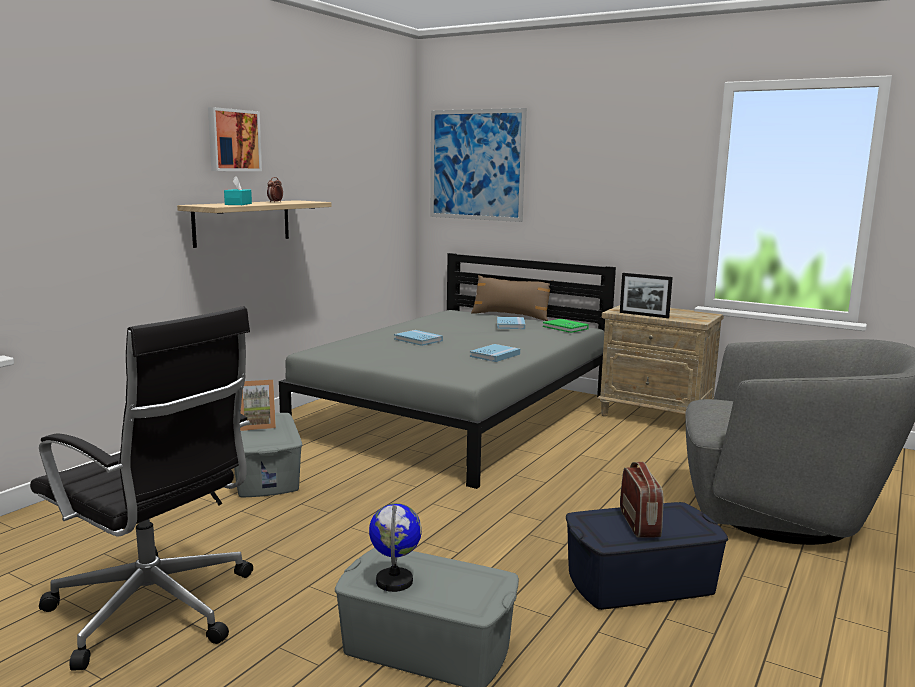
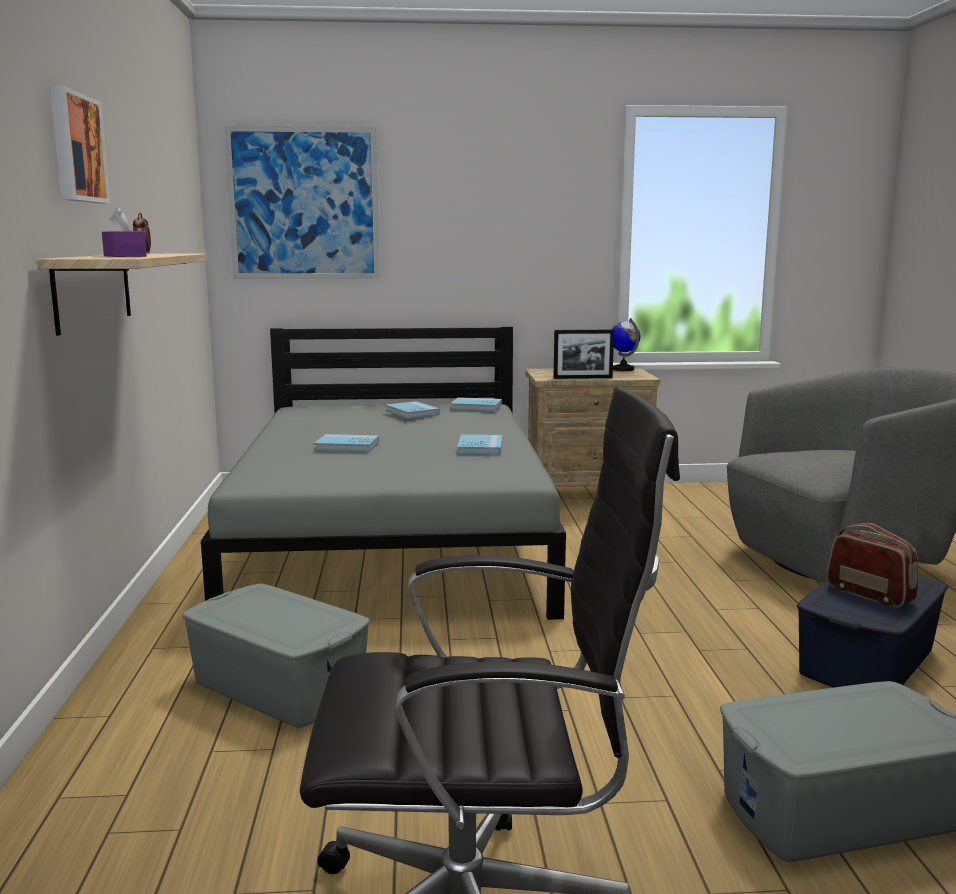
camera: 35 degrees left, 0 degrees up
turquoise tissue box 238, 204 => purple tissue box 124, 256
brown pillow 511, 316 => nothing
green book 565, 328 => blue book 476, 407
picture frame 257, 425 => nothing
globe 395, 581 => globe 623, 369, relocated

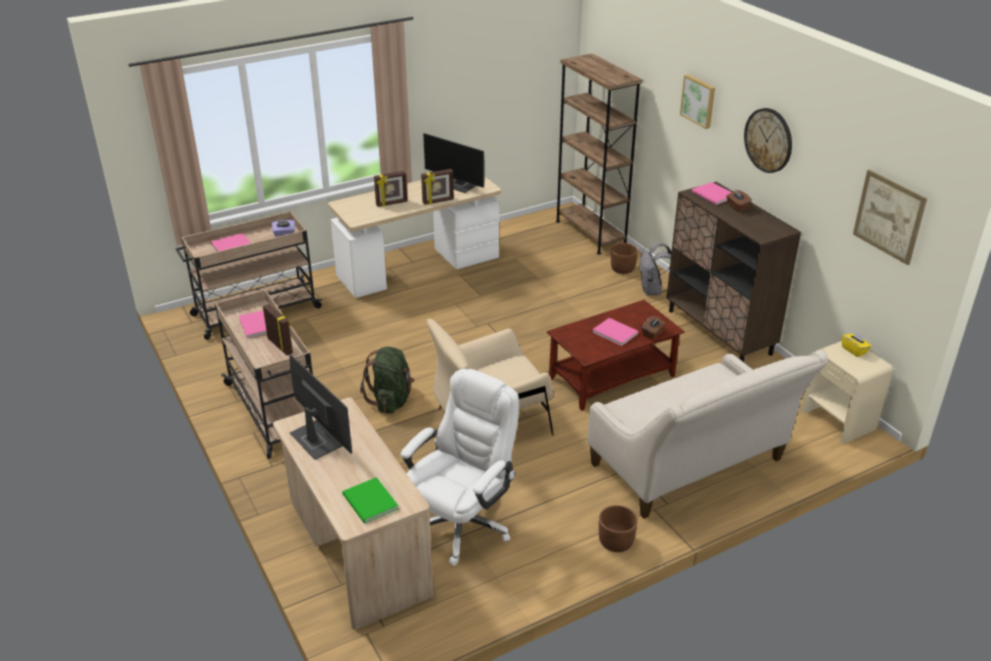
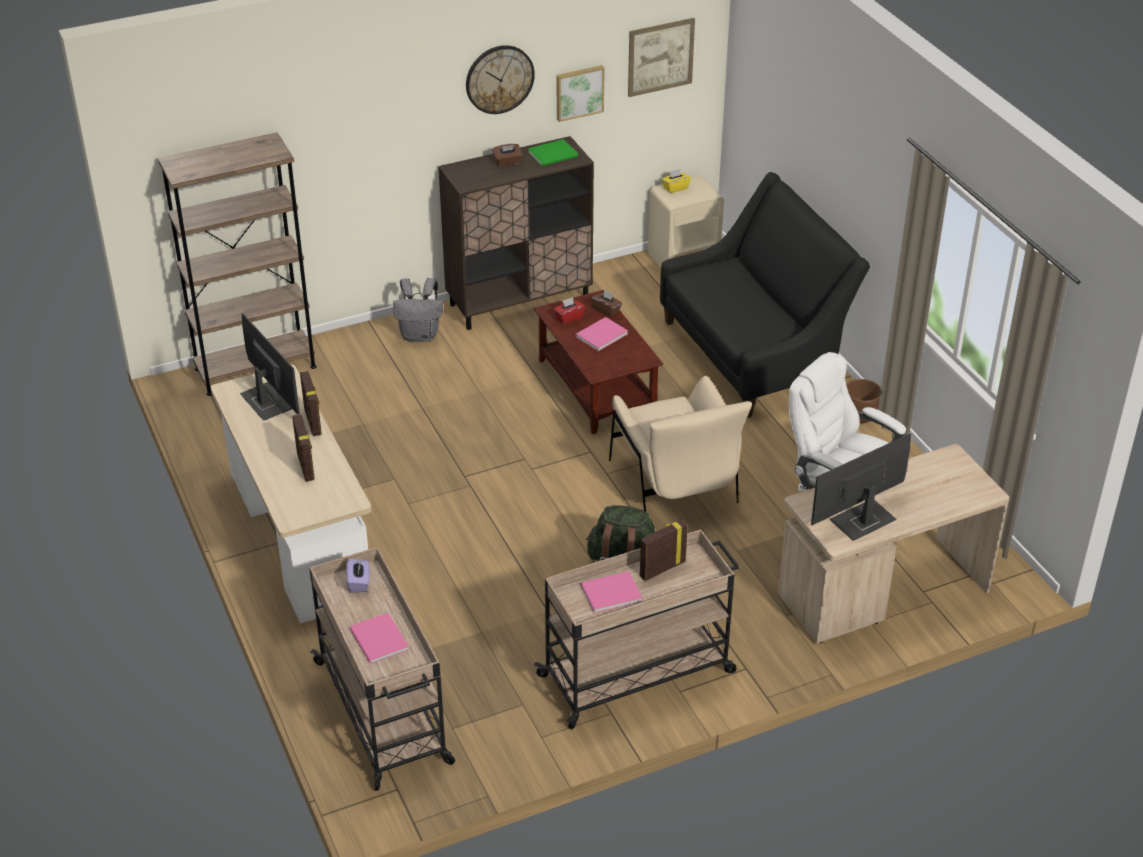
camera: 85 degrees left, 5 degrees up
picture 699, 101 => picture 579, 92, relocated
monitor 458, 185 => monitor 266, 401, 75 degrees counterclockwise
pink book 713, 195 => nothing
brown planter 623, 269 => nothing
beige sofa 692, 468 => black sofa 754, 354
green book 369, 503 => green book 554, 154, relocated
nothing => red tissue box 569, 317

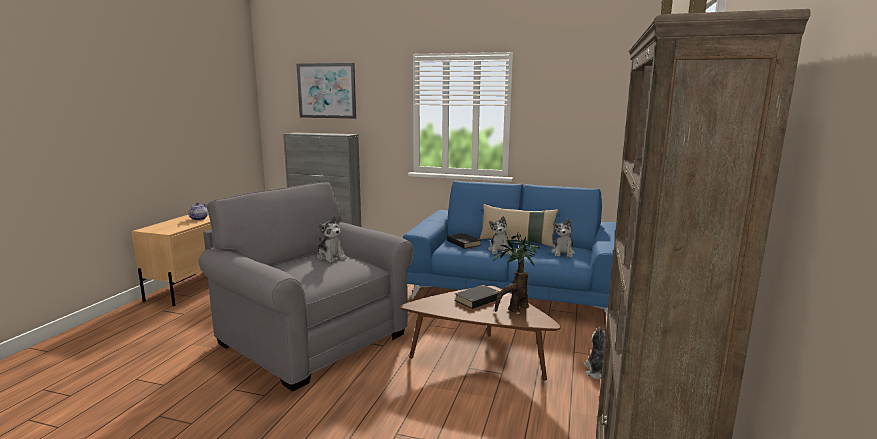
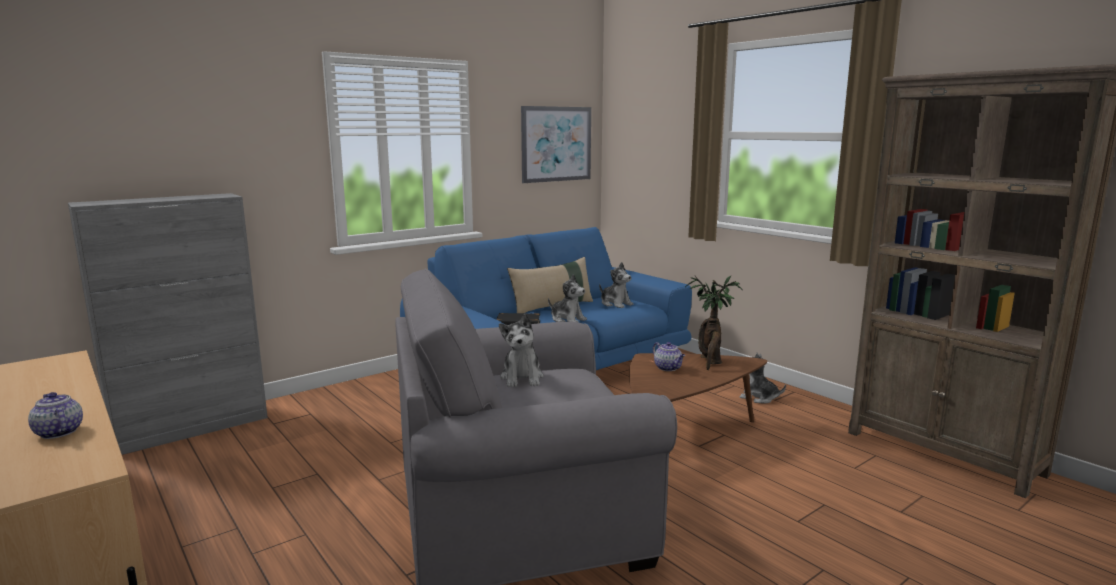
camera: 55 degrees left, 0 degrees up
picture 326, 91 => picture 556, 144, relocated
plush toy 331, 257 => plush toy 522, 378, 90 degrees clockwise
black book 478, 299 => teapot 668, 368

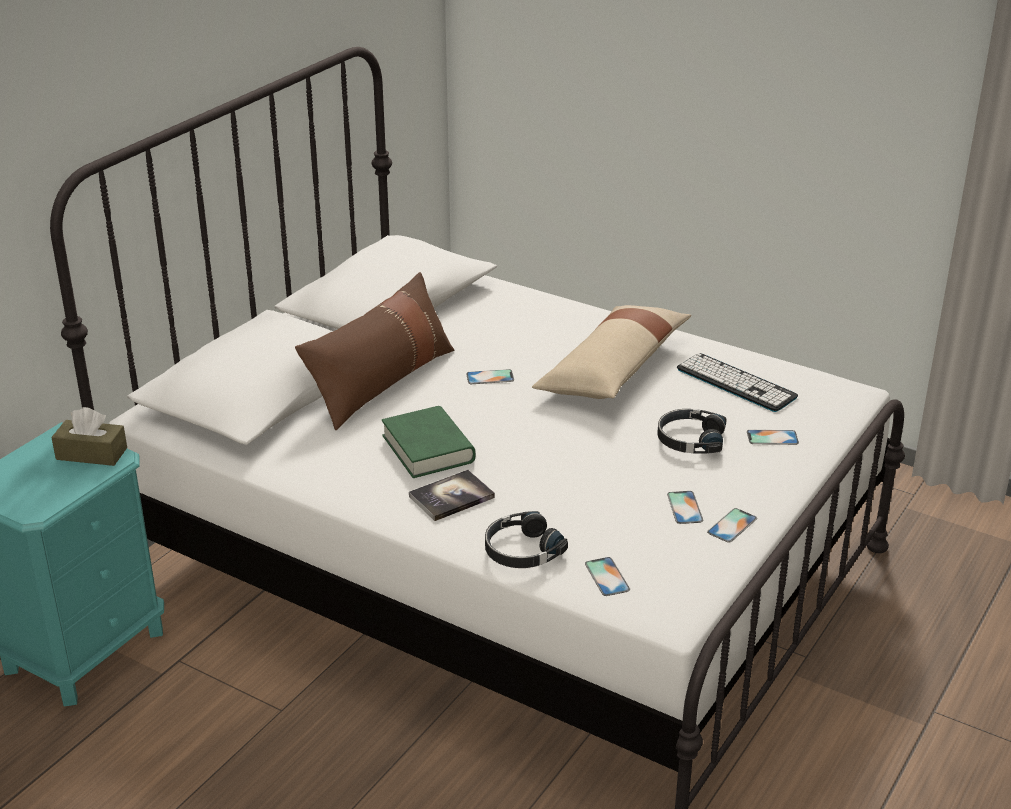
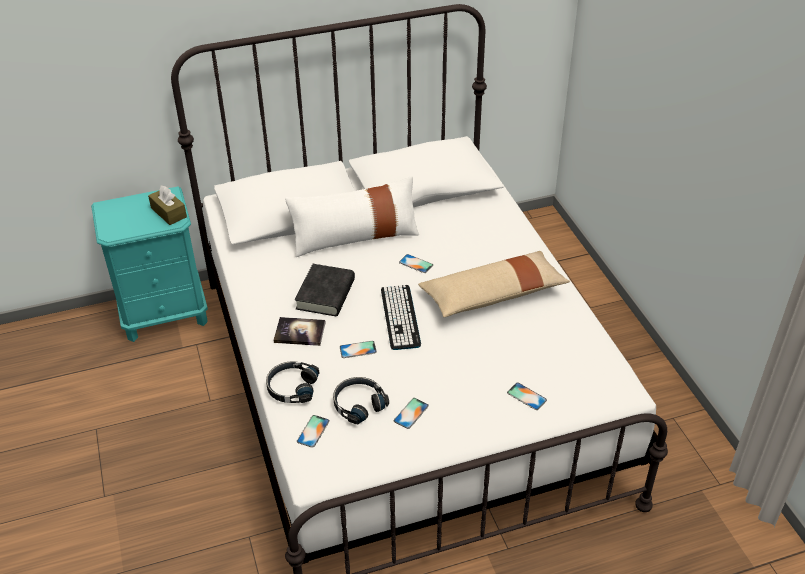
camera: 40 degrees right, 10 degrees up
brown pillow 381, 382 => white pillow 355, 237
keyboard 736, 383 => keyboard 400, 317, relocated
green book 428, 449 => black book 325, 294
black headphones 690, 440 => black headphones 358, 404, relocated
phone 732, 525 => phone 358, 349, relocated

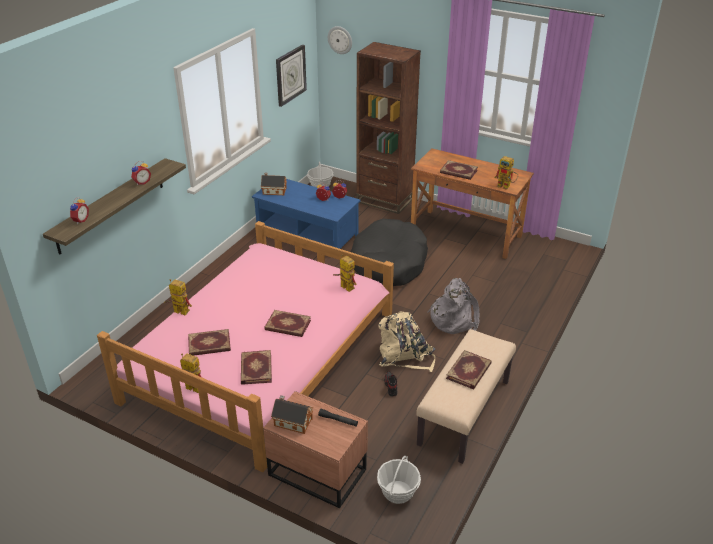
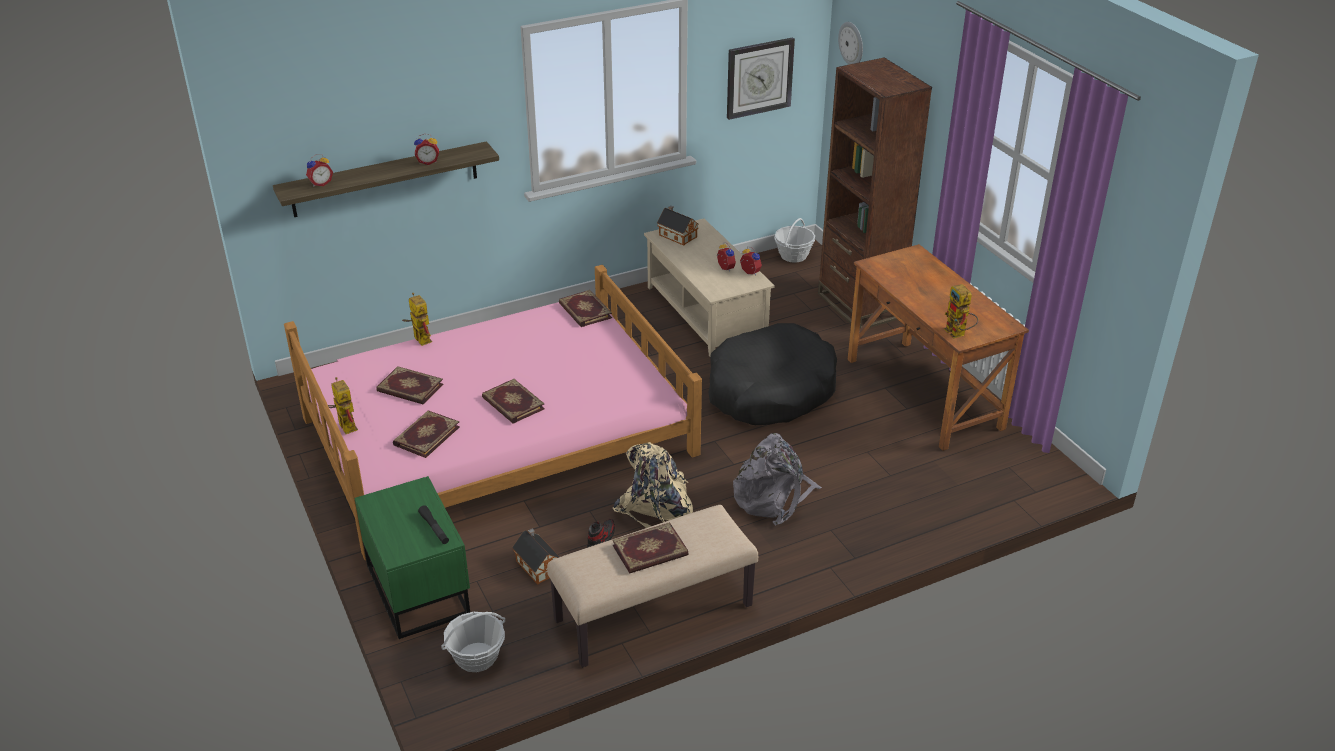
camera: 35 degrees right, 0 degrees up
book 458, 172 => book 584, 311, relocated
blue coffee table 307, 235 => beige coffee table 704, 314
toy robot 344, 286 => nothing
brown nightstand 317, 470 => green nightstand 419, 588
toy house 292, 421 => toy house 537, 565, relocated

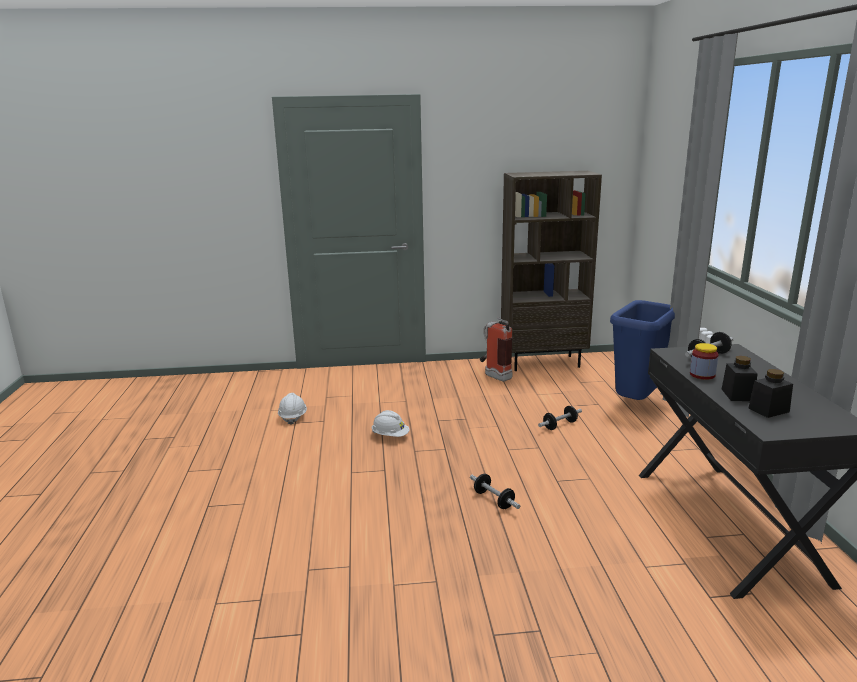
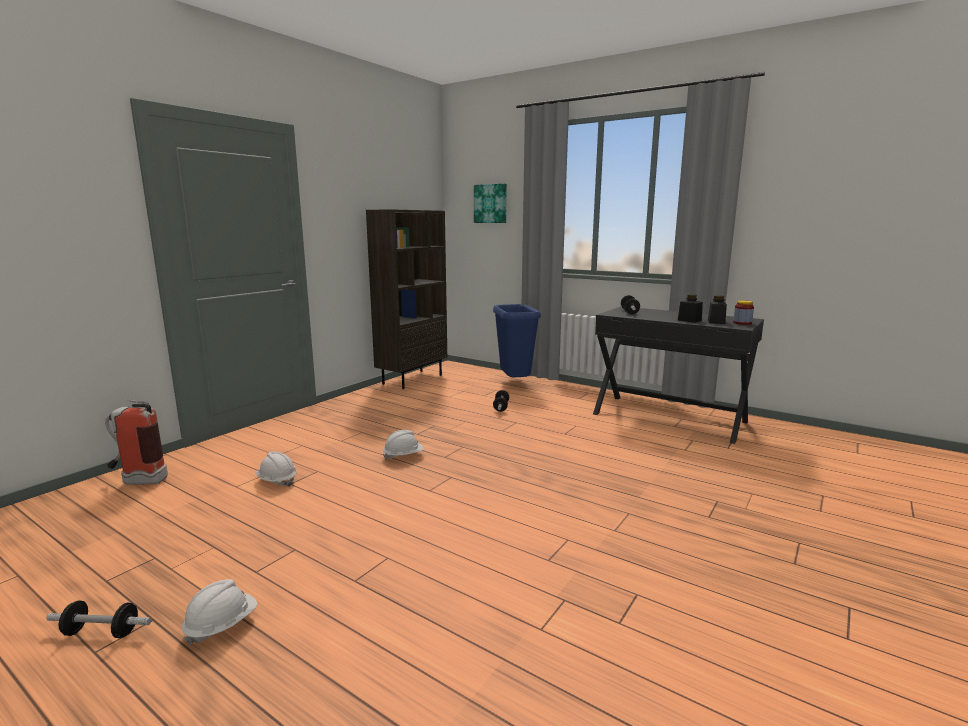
camera: 50 degrees left, 5 degrees down
fire extinguisher 494, 376 => fire extinguisher 138, 481, relocated
jar 702, 375 => jar 742, 323, relocated
dumbbell 493, 500 => dumbbell 102, 632, relocated
nothing => picture 491, 203
nothing => white hard hat 221, 626

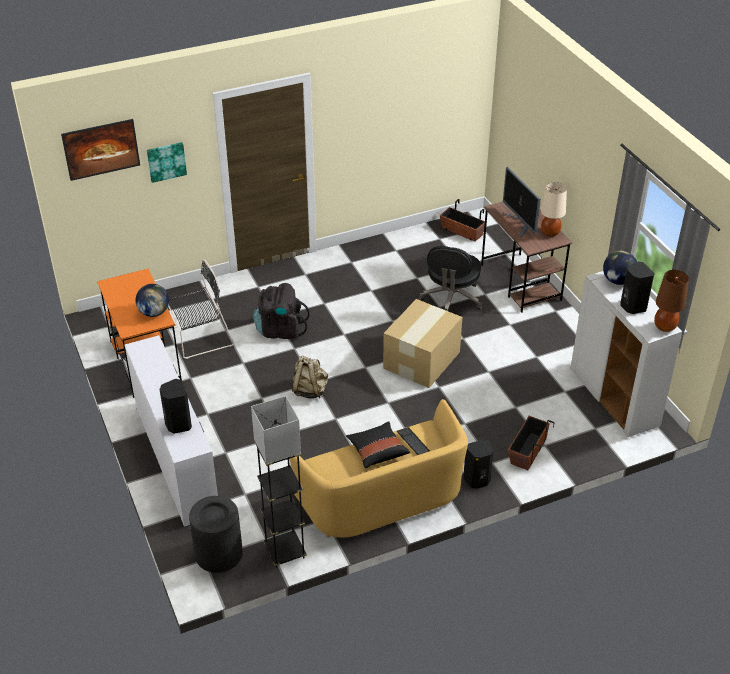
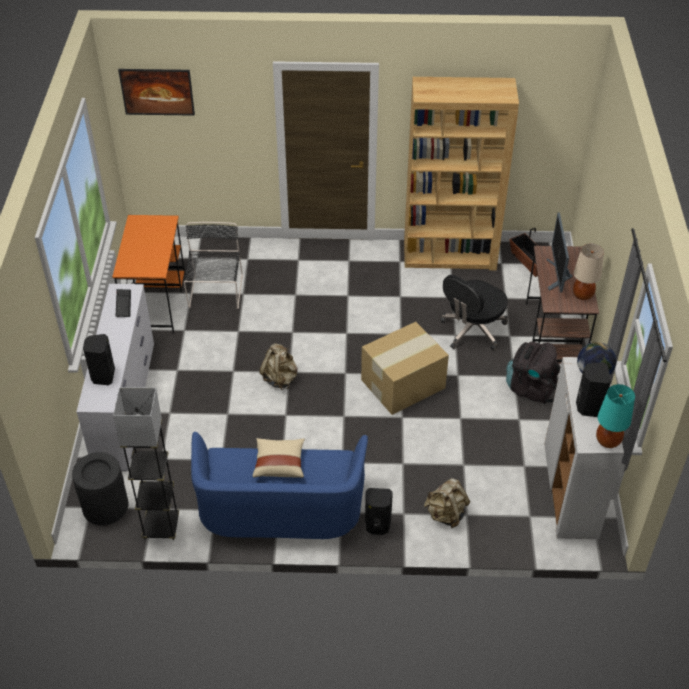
camera: 25 degrees right, 5 degrees up
picture 166, 161 => nothing
black chair 199, 337 => black chair 215, 293, 90 degrees counterclockwise
brown table lamp 664, 327 => turquoise table lamp 607, 441
black backpack 280, 330 => black backpack 531, 388, relocated
globe 154, 312 => nothing
yellow sofa 383, 496 => blue sofa 280, 507
planter 527, 451 => beige backpack 446, 514
black pillow 377, 451 => beige pillow 279, 464
keyboard 413, 443 => keyboard 123, 304, relocated
nothing => brown bookcase 450, 256

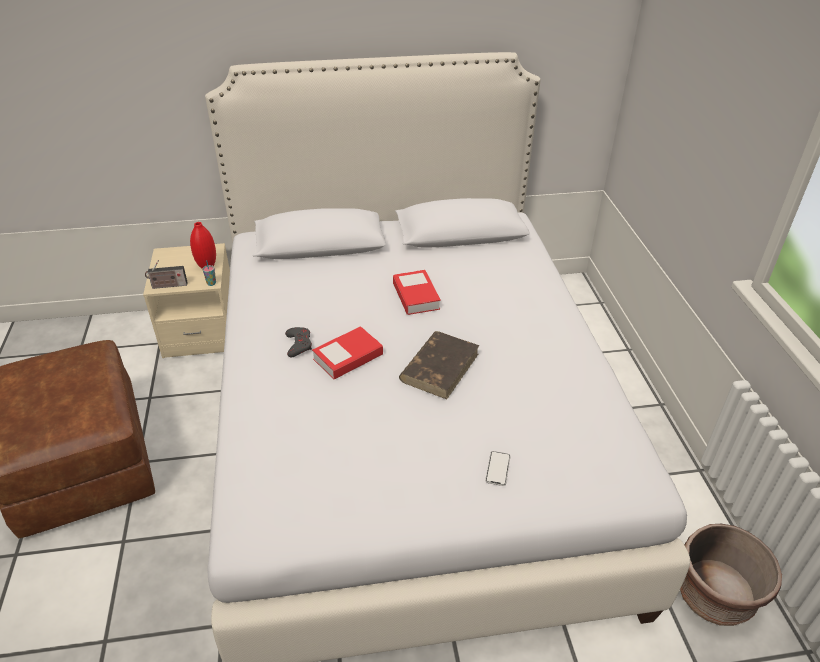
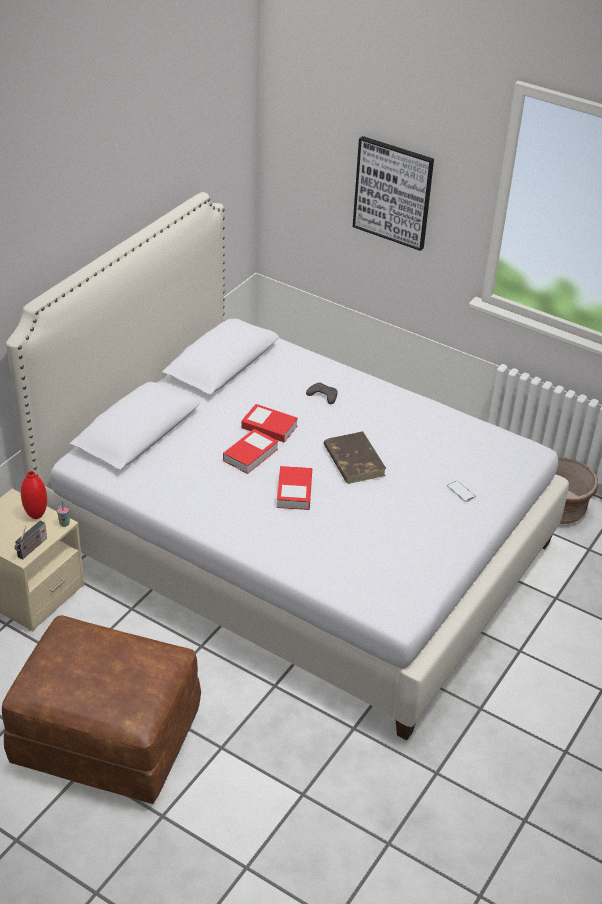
camera: 50 degrees left, 0 degrees up
grey game controller 298, 344 => grey game controller 323, 395, relocated
nothing => picture 393, 192
nothing => book 250, 455

